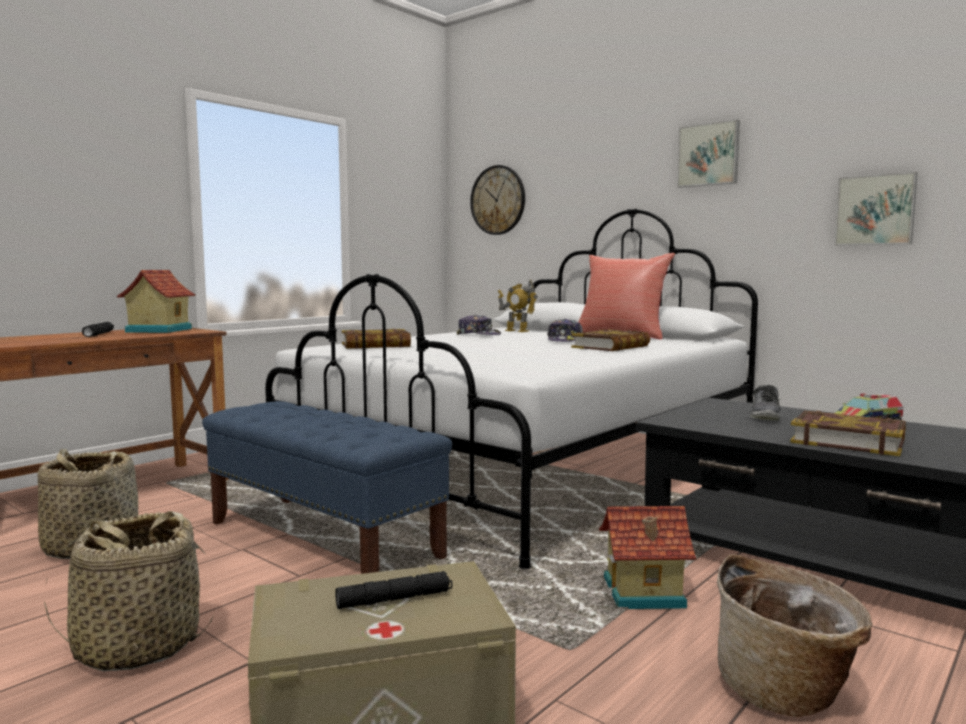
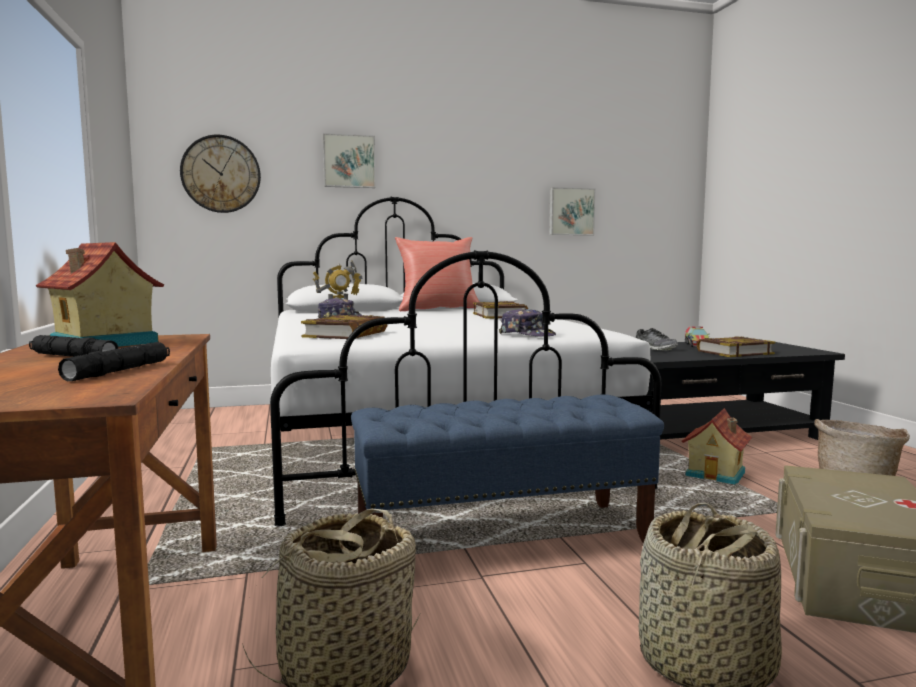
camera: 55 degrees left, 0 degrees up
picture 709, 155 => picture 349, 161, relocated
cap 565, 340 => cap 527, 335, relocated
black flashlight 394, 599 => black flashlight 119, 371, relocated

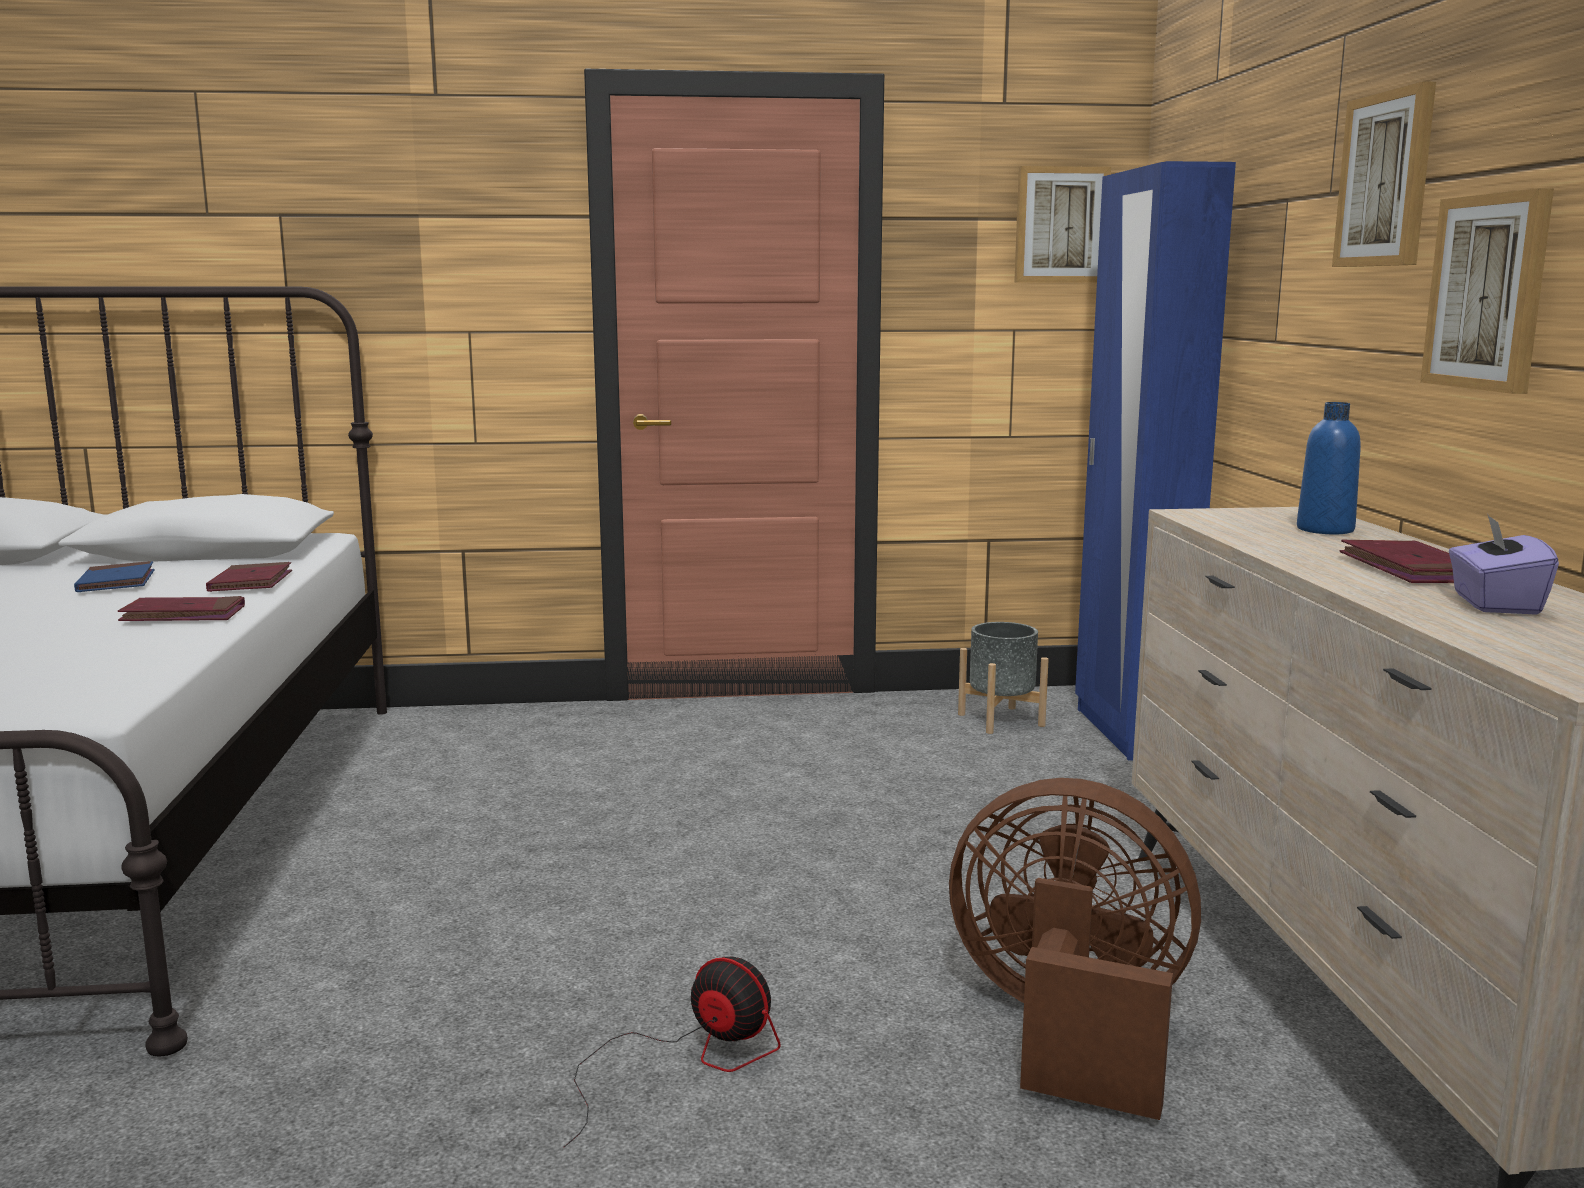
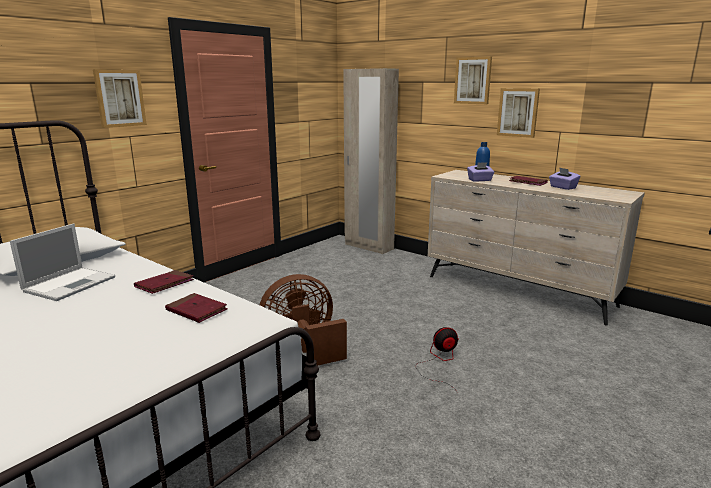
camera: 45 degrees left, 5 degrees up
blue wardrobe 1128, 732 => beige wardrobe 368, 247
picture 1061, 225 => picture 119, 98, relocated
blue book 116, 583 => laptop 71, 283
red book 251, 583 => red book 196, 310, relocated
grey planter 1000, 720 => nothing
brown fan 1068, 1029 => brown fan 303, 348, relocated
nothing => purple tissue box 480, 180

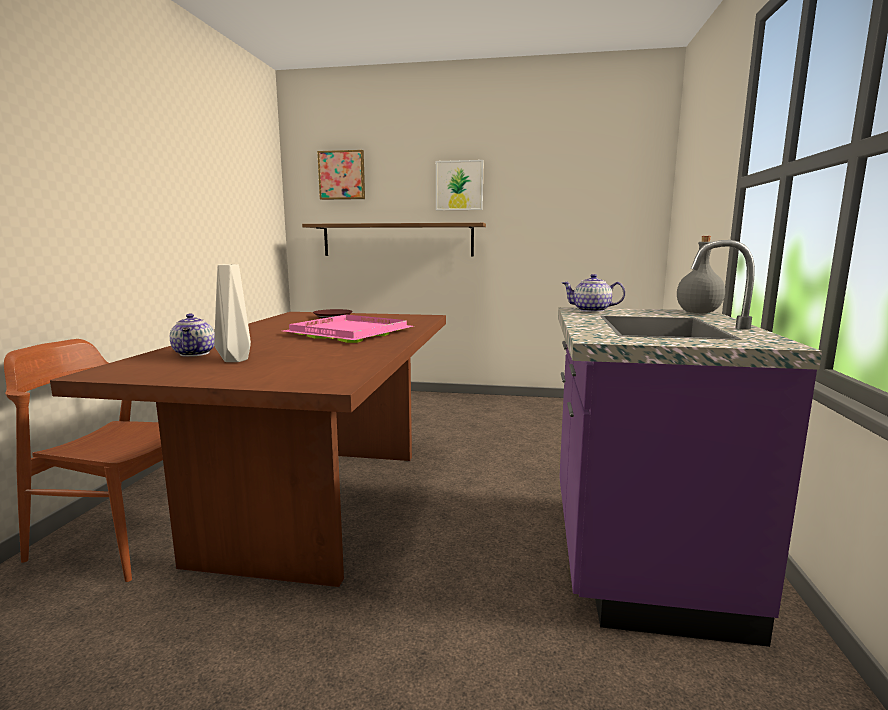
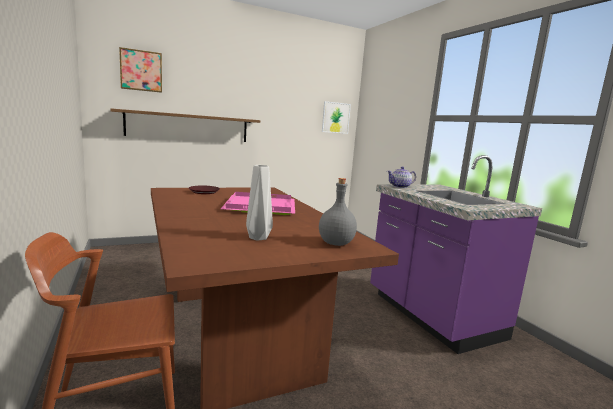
camera: 35 degrees left, 0 degrees up
picture 459, 185 => picture 335, 117, relocated
grey bottle 697, 312 => grey bottle 335, 243, relocated
teapot 195, 353 => nothing

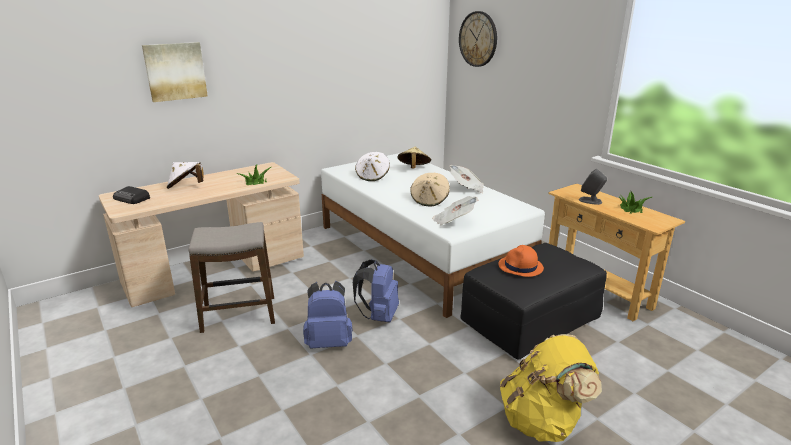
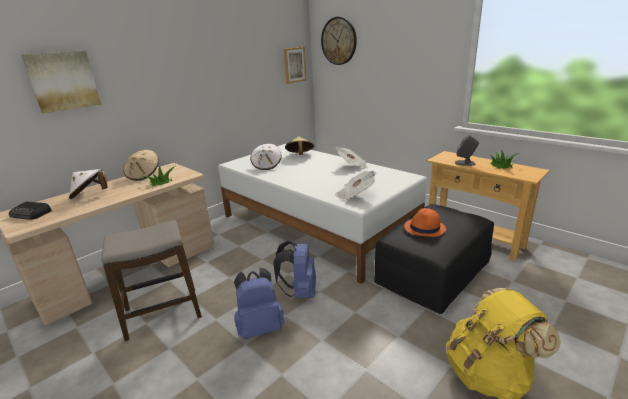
camera: 10 degrees left, 0 degrees up
beige hat 430, 200 => beige hat 144, 175, relocated
nothing => picture 294, 65

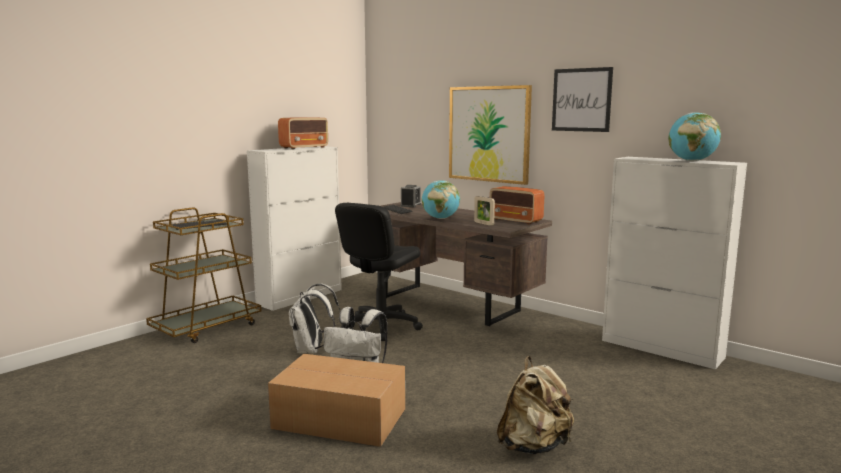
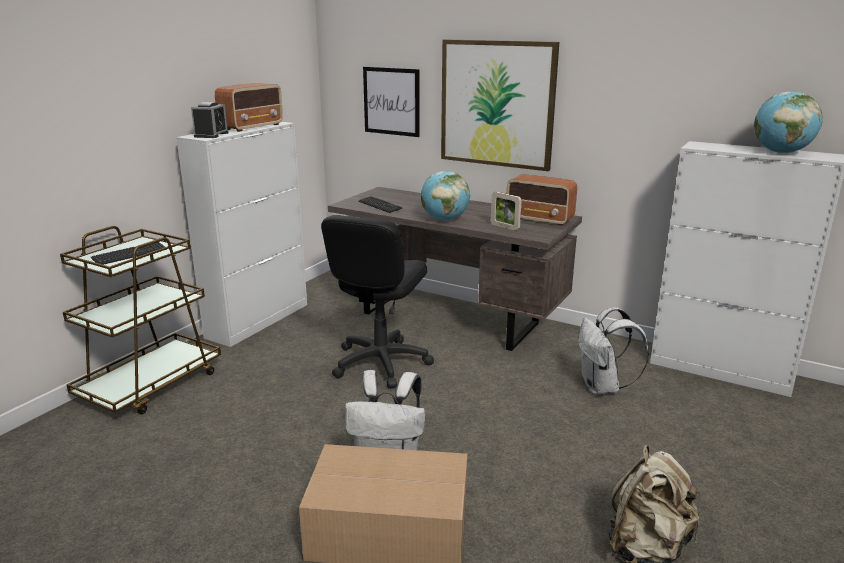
camera: 10 degrees left, 10 degrees up
picture 581, 100 => picture 391, 101, relocated
alarm clock 410, 205 => alarm clock 211, 135, relocated
white backpack 311, 350 => white backpack 602, 388, relocated

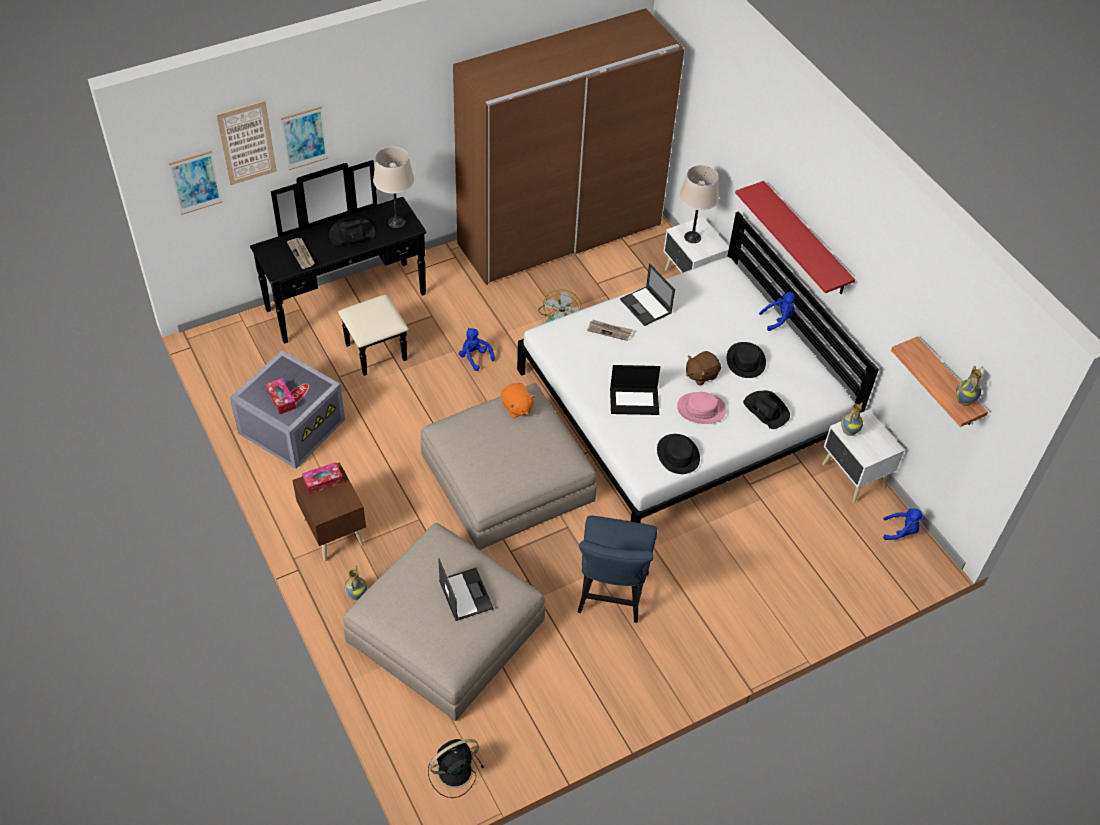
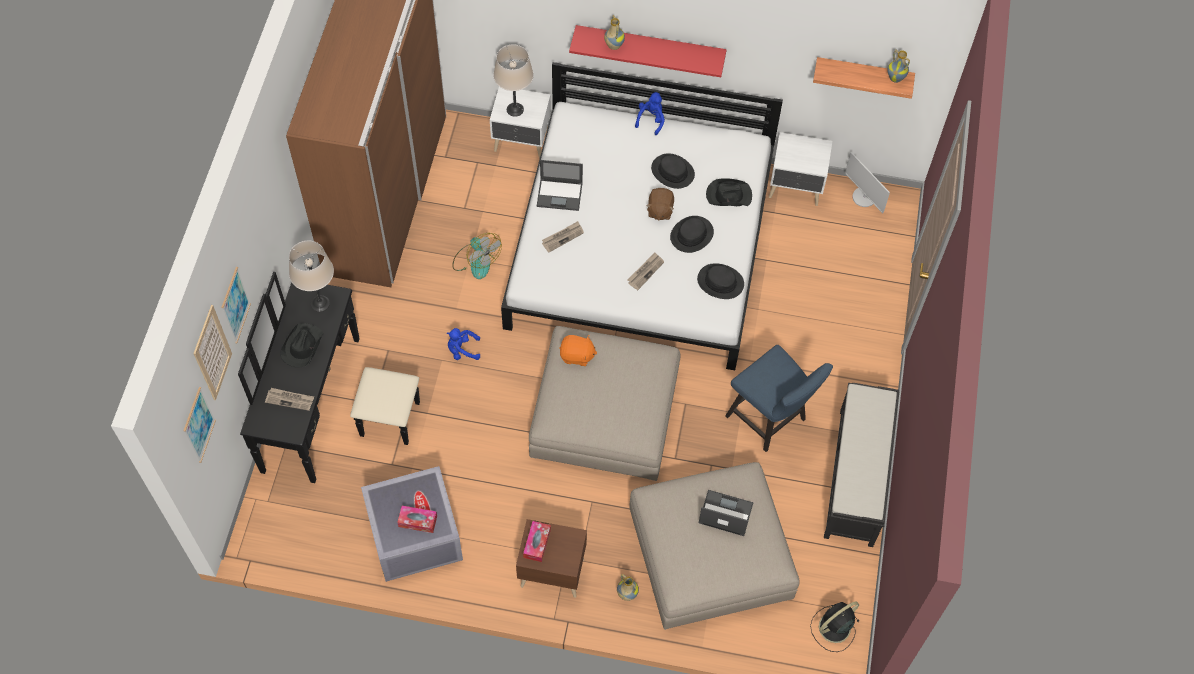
camera: 50 degrees left, 10 degrees up
laptop 634, 400 => newspaper 645, 271
pink hat 701, 409 => black hat 692, 235
vase 848, 431 => vase 613, 46, relocated
blue plush toy 901, 531 => monitor 864, 197
black fan 453, 772 => black fan 833, 628, 45 degrees clockwise
nothing => black bench 856, 478

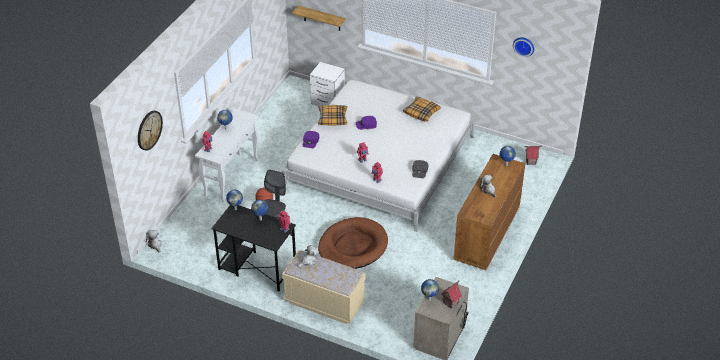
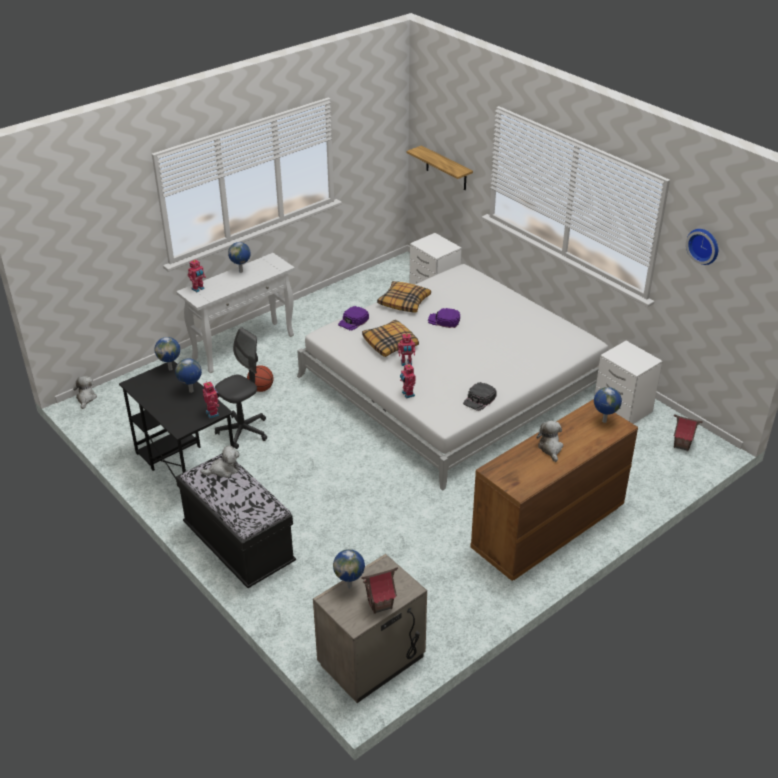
camera: 25 degrees right, 5 degrees down
pillow 421, 112 => pillow 390, 343, relocated
wall clock 149, 130 => nothing
brown dog bed 353, 246 => nothing
beige bench 324, 303 => black bench 239, 546
nothing => white nightstand 623, 409

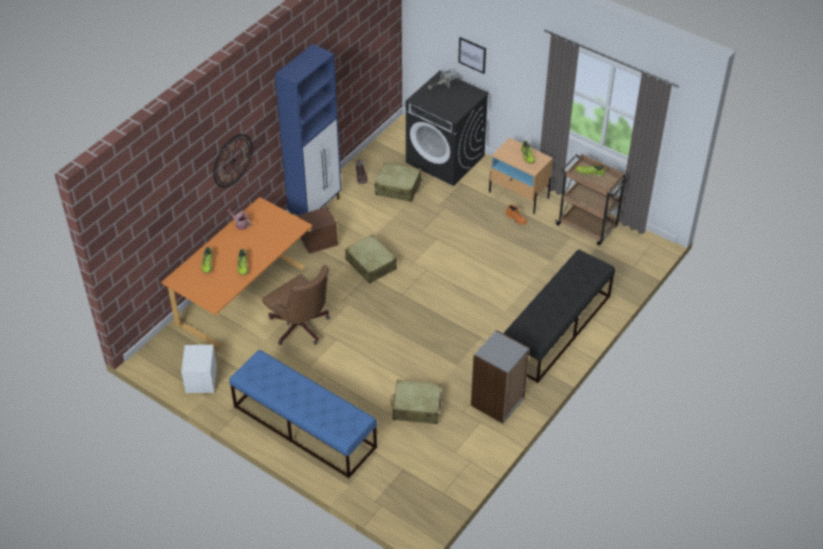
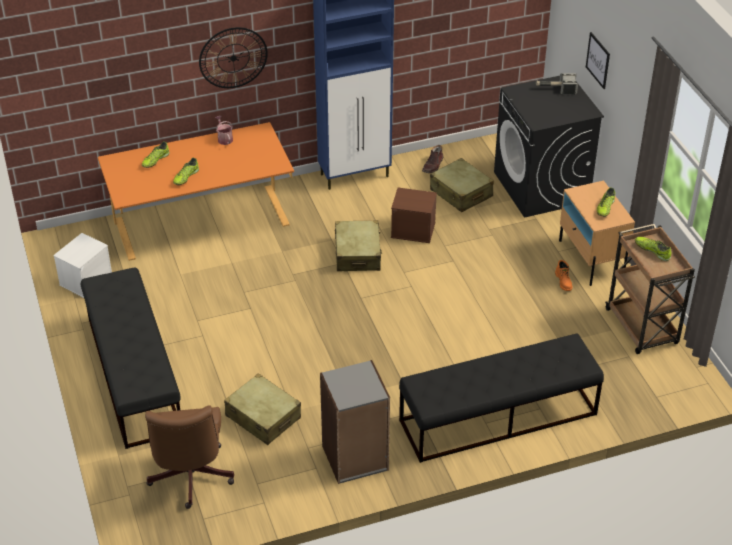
camera: 35 degrees right, 5 degrees down
brown storage box 319, 240 => brown storage box 413, 229, relocated
brown office chair 301, 328 => brown office chair 190, 479, relocated
blue bench 304, 426 => black bench 134, 374

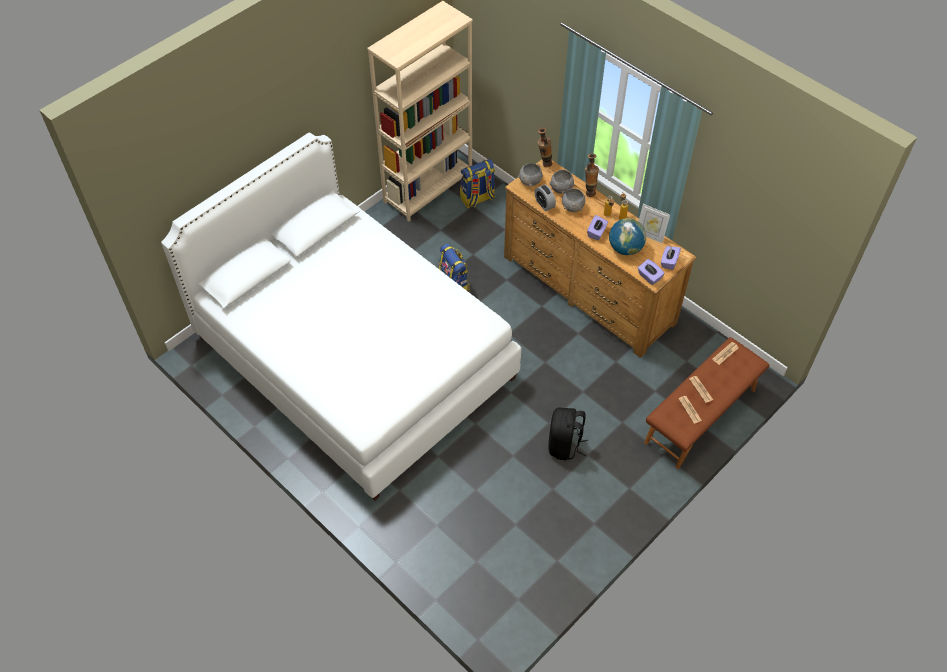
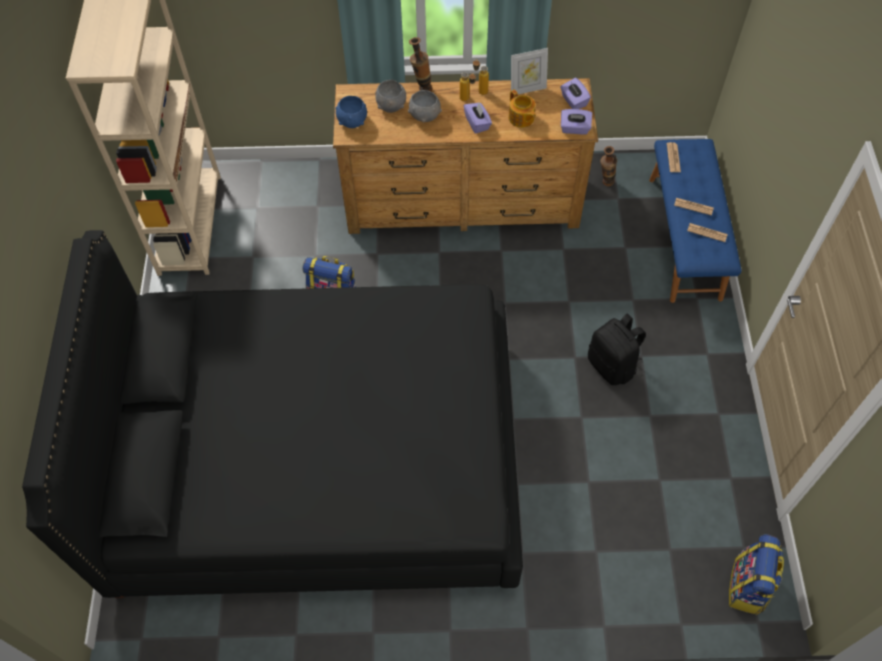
camera: 45 degrees left, 5 degrees up
vase 544, 164 => vase 605, 184, relocated
white bed 355, 358 => black bed 319, 461
backpack 477, 199 => backpack 748, 586, relocated
grey bowl 530, 181 => blue bowl 352, 121
alarm clock 544, 204 => nothing
globe 625, 248 => teapot 521, 118
brown bench 701, 416 => blue bench 685, 237

